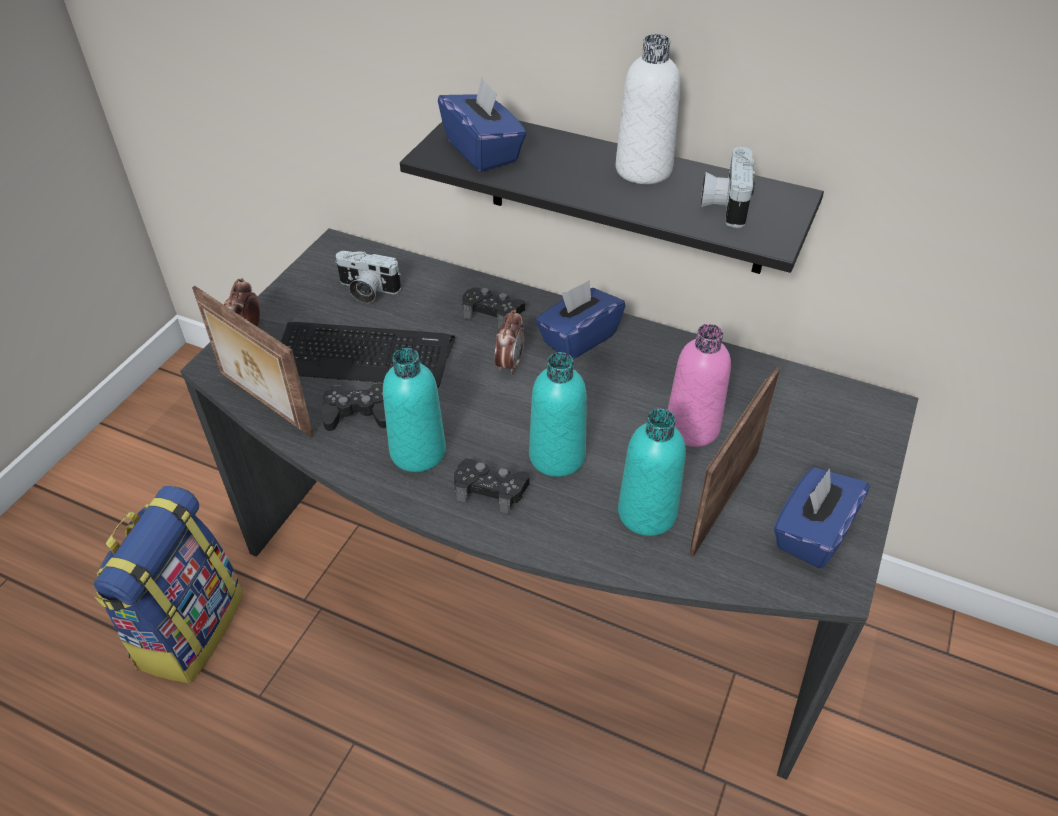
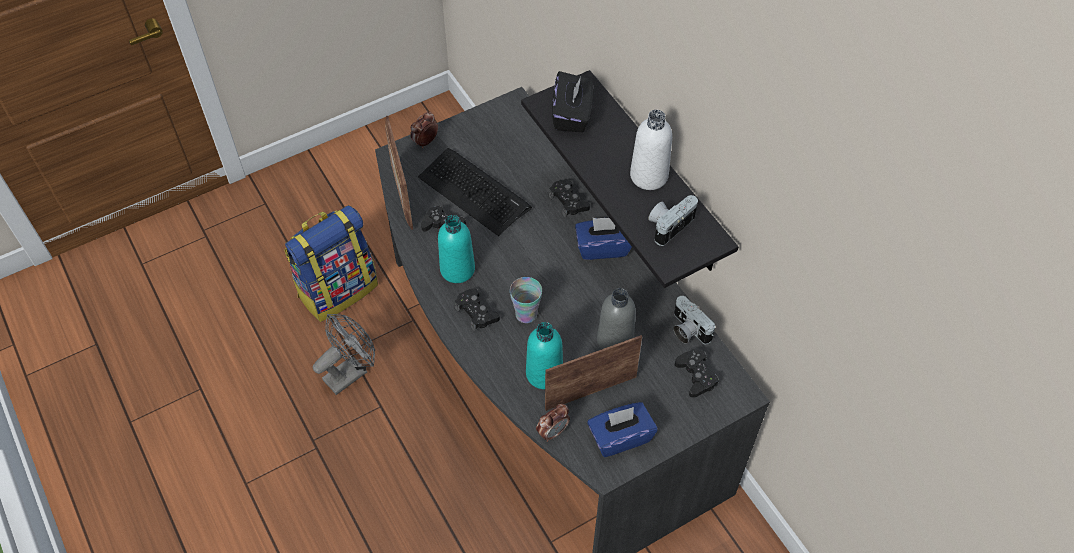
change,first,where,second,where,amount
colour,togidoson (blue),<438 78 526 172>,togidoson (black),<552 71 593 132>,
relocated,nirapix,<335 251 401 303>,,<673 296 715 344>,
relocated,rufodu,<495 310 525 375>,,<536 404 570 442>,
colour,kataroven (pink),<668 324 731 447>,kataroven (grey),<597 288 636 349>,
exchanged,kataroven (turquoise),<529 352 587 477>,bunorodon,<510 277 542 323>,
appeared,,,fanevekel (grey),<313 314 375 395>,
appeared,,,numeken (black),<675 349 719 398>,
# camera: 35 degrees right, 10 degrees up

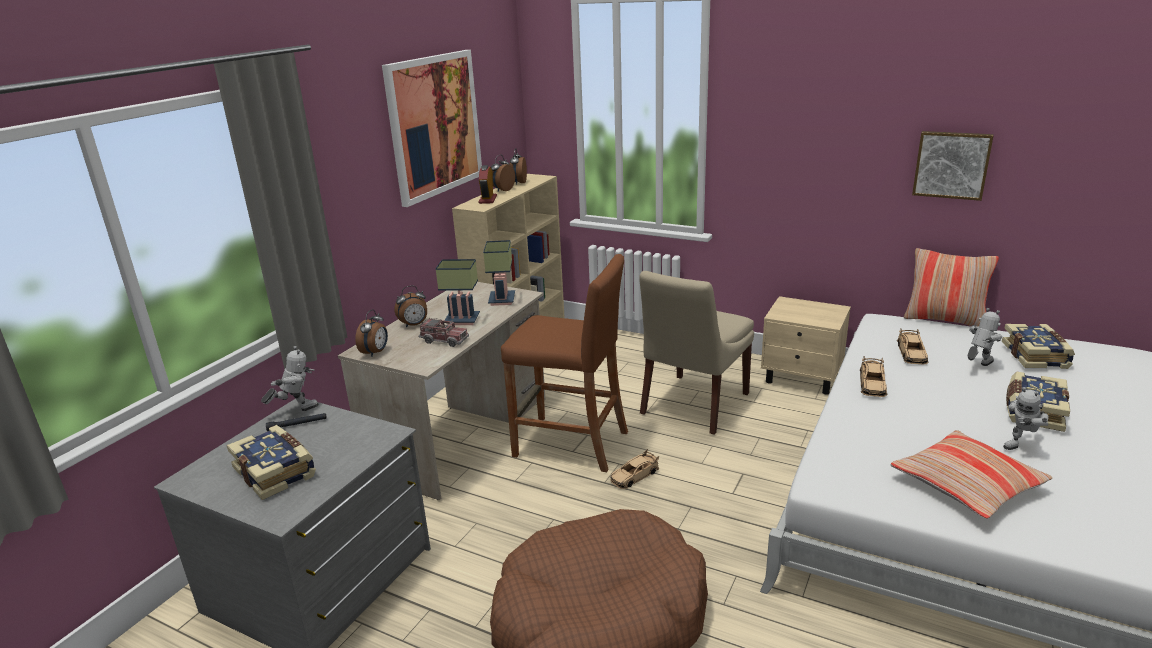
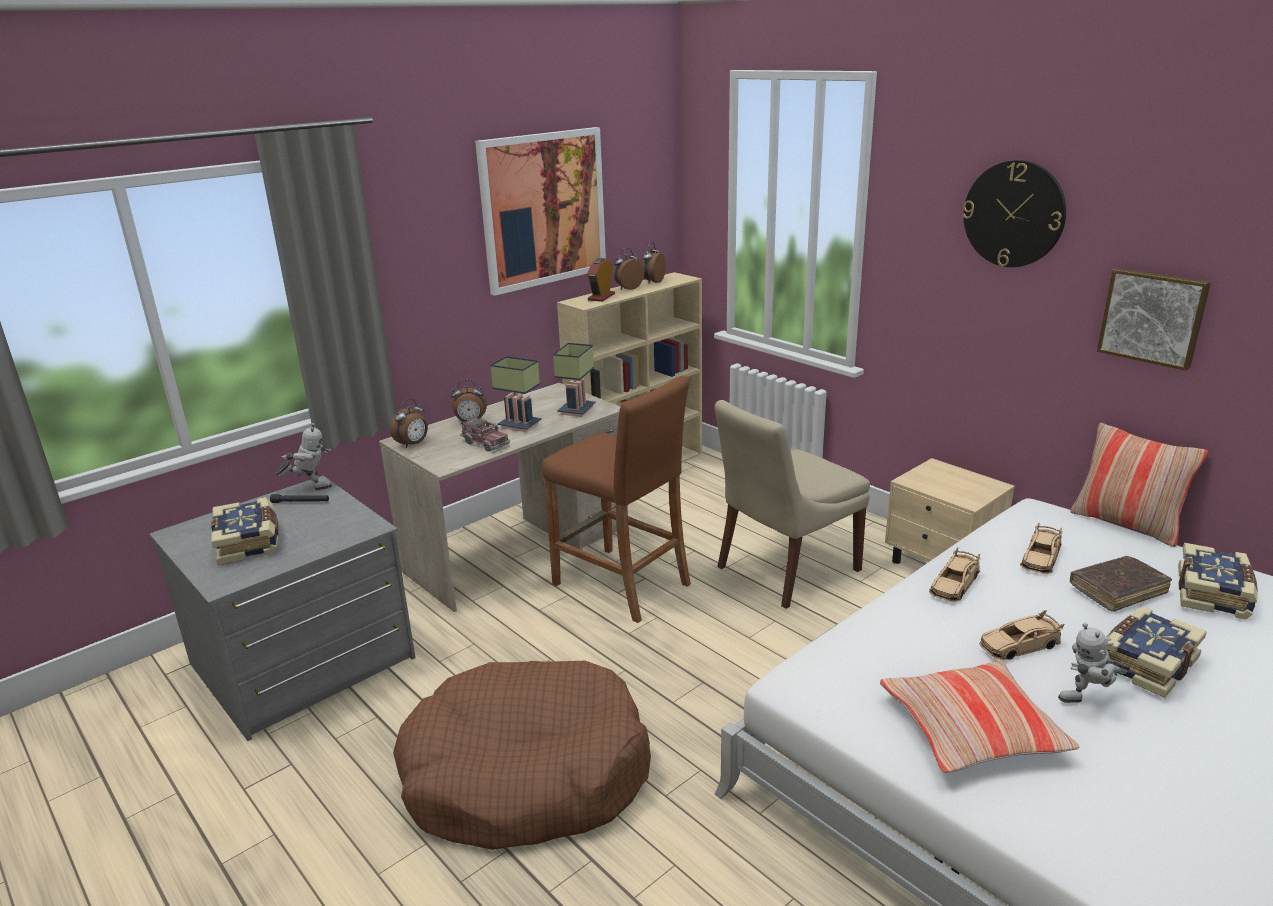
change,first,where,second,where,amount
exchanged,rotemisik,<968 308 1002 366>,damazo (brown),<1070 556 1172 612>,
relocated,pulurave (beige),<610 449 659 489>,,<980 610 1064 660>,
appeared,,,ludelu,<962 160 1066 267>,
# camera: 20 degrees right, 0 degrees up

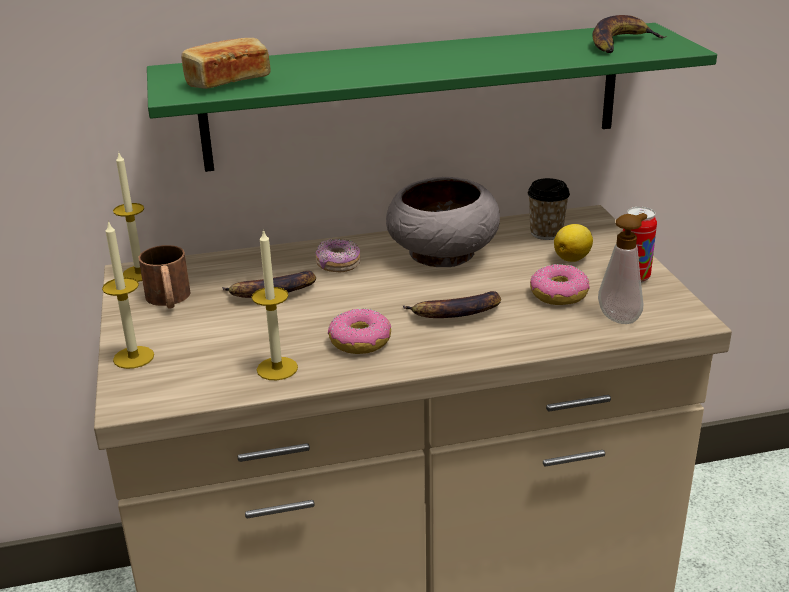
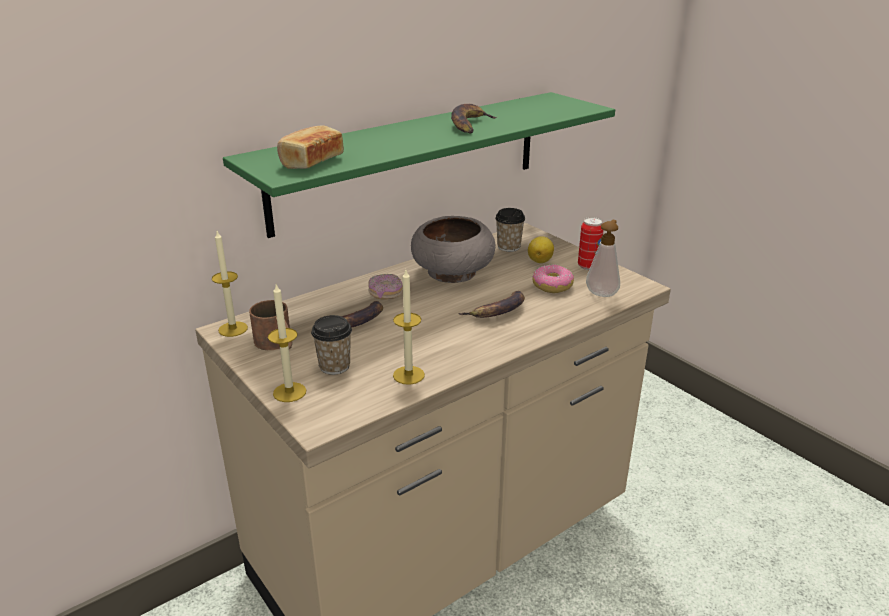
change,first,where,second,where,amount
relocated,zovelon,<593 15 666 53>,,<451 104 497 133>,
missing,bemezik,<328 308 391 354>,,,
appeared,,,bunorodon,<311 315 352 375>,
# camera: 25 degrees left, 0 degrees up

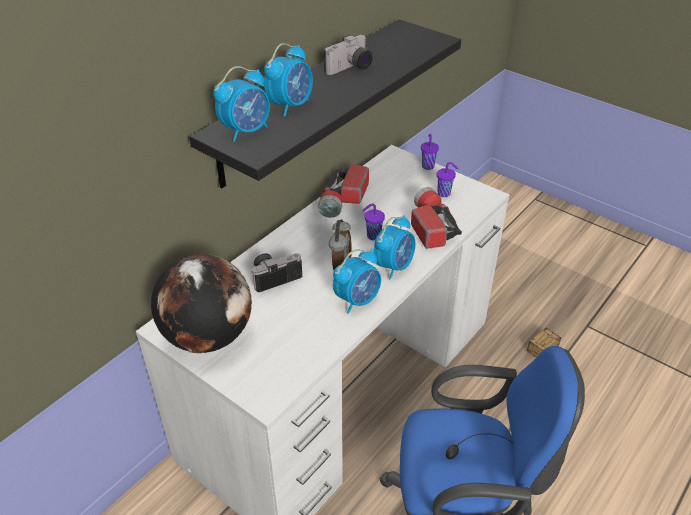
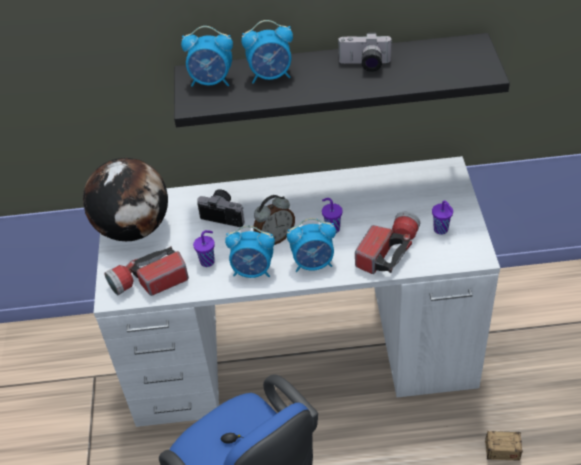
change,first,where,second,where,amount
relocated,bunorodon (purple),<421 134 439 170>,,<193 230 215 267>,
relocated,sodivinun,<318 164 369 218>,,<104 246 189 296>,
# camera: 50 degrees right, 5 degrees up

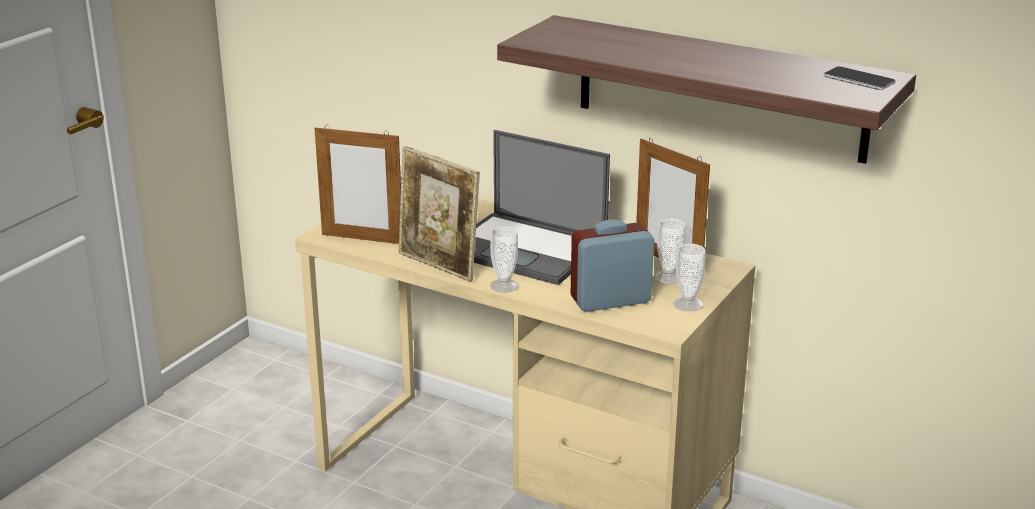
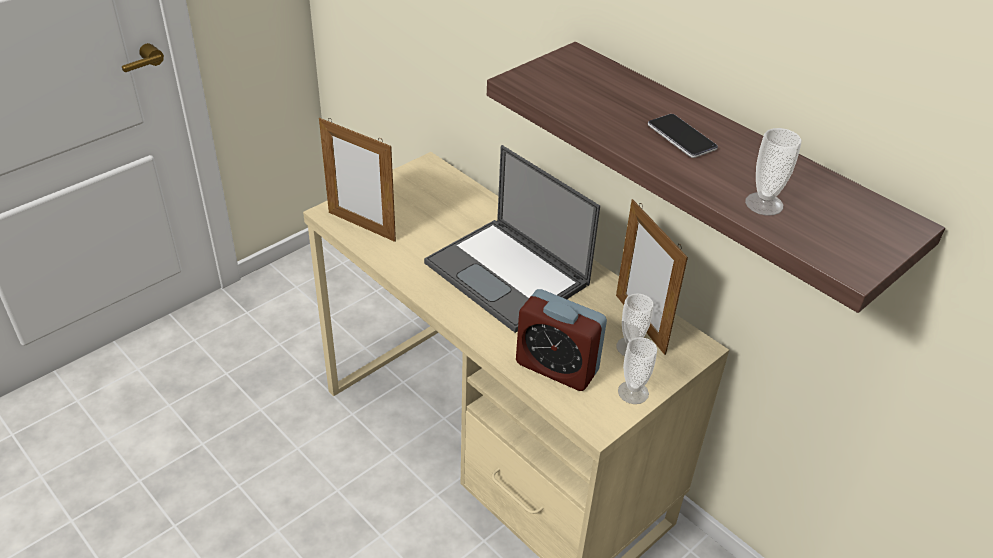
change,first,where,second,where,amount
relocated,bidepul,<824 66 895 90>,,<648 114 718 158>,
missing,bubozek,<399 146 480 282>,,,
spun,rufodu,<570 220 654 312>,,<516 289 607 391>,150 degrees counterclockwise
relocated,bunorodon,<490 227 519 292>,,<745 128 801 216>,
# camera: 15 degrees right, 15 degrees up

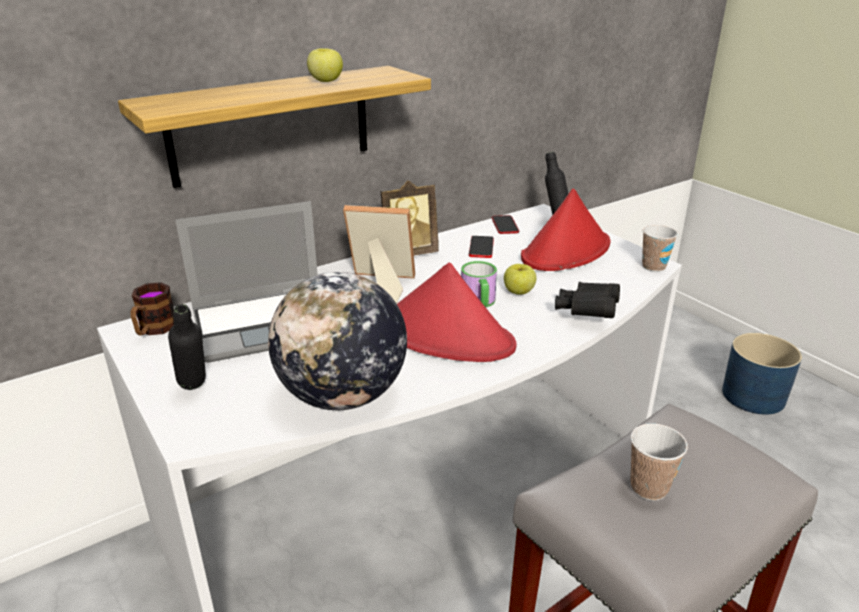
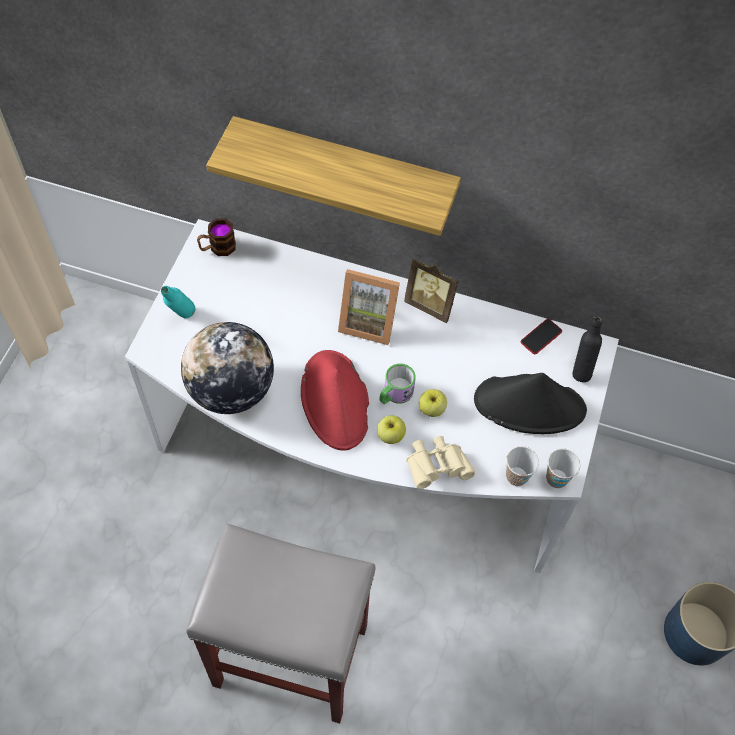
change,first,where,second,where,amount
relocated,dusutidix,<307 48 343 82>,,<377 416 406 444>,
colour,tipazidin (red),<521 189 610 271>,tipazidin (black),<474 373 587 434>,
missing,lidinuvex,<175 201 318 363>,,,
spun,bubozek,<343 205 415 304>,,<338 269 400 345>,135 degrees clockwise
missing,bidepul,<469 236 494 258>,,,
colour,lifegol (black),<555 282 620 318>,lifegol (beige),<406 436 475 489>,
colour,kataroven (black),<168 304 206 390>,kataroven (turquoise),<161 286 195 318>,
relocated,bunorodon,<631 423 688 501>,,<506 446 539 486>,
# camera: 50 degrees right, 30 degrees up

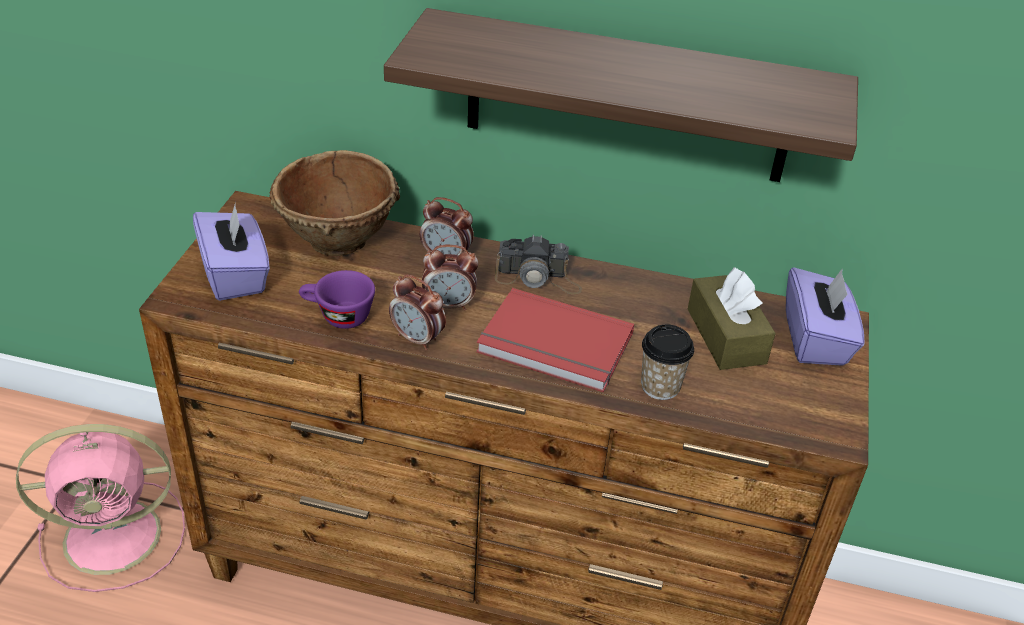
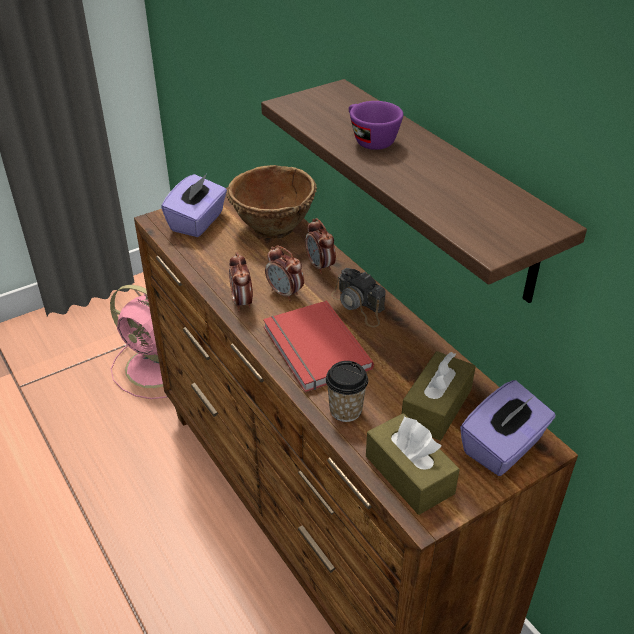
change,first,where,second,where,amount
relocated,bunorodon (purple),<299 270 375 329>,,<349 101 403 150>,
appeared,,,togidoson (brown),<366 413 460 515>,
# camera: 45 degrees right, 0 degrees up

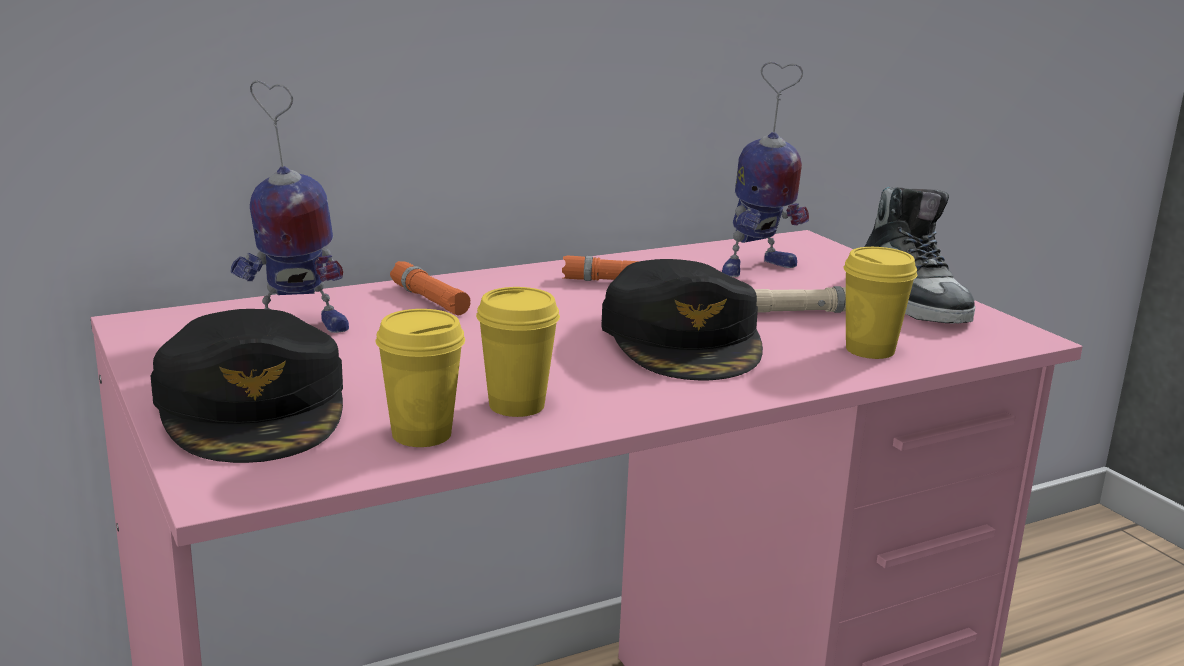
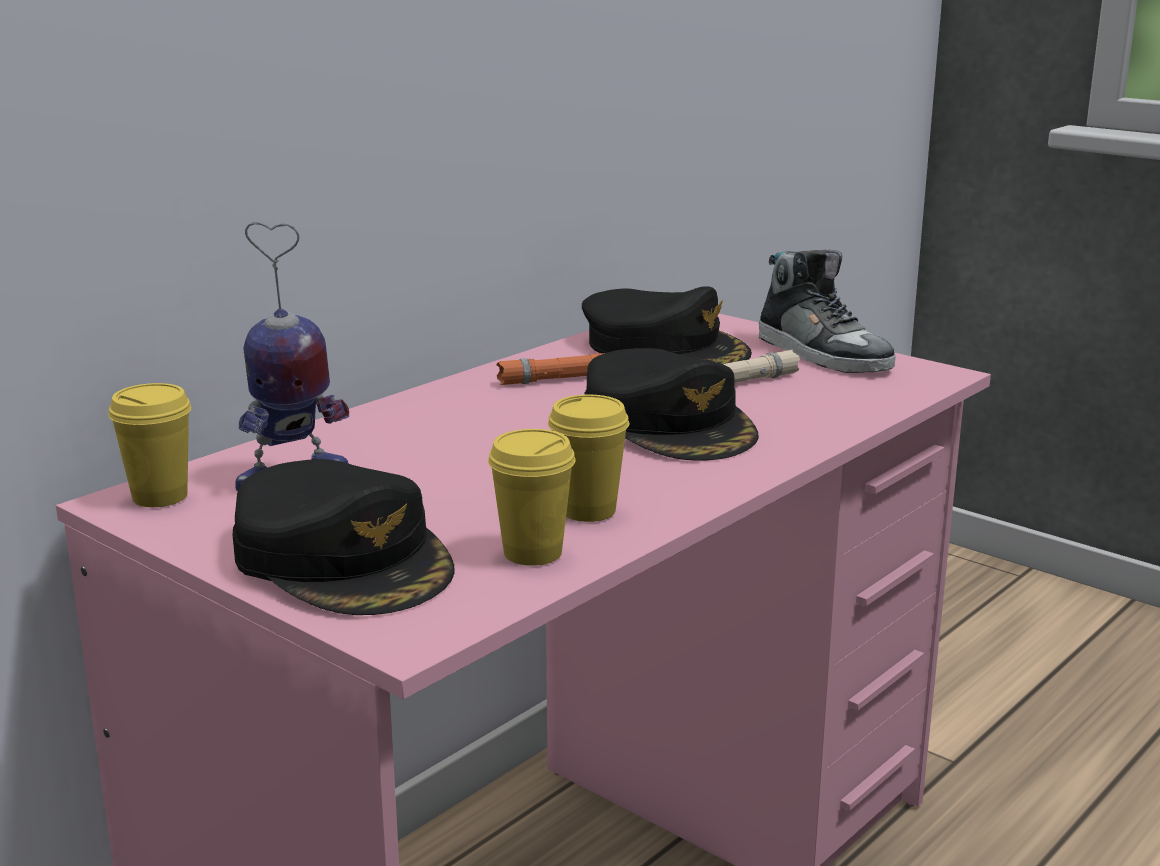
change,first,where,second,where,amount
exchanged,rotemisik,<722 62 809 277>,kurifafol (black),<582 286 752 364>,
relocated,bunorodon (yellow),<843 247 917 359>,,<109 383 191 507>,
missing,sodivinun (orange),<390 261 471 316>,,,
# camera: 20 degrees left, 0 degrees up

